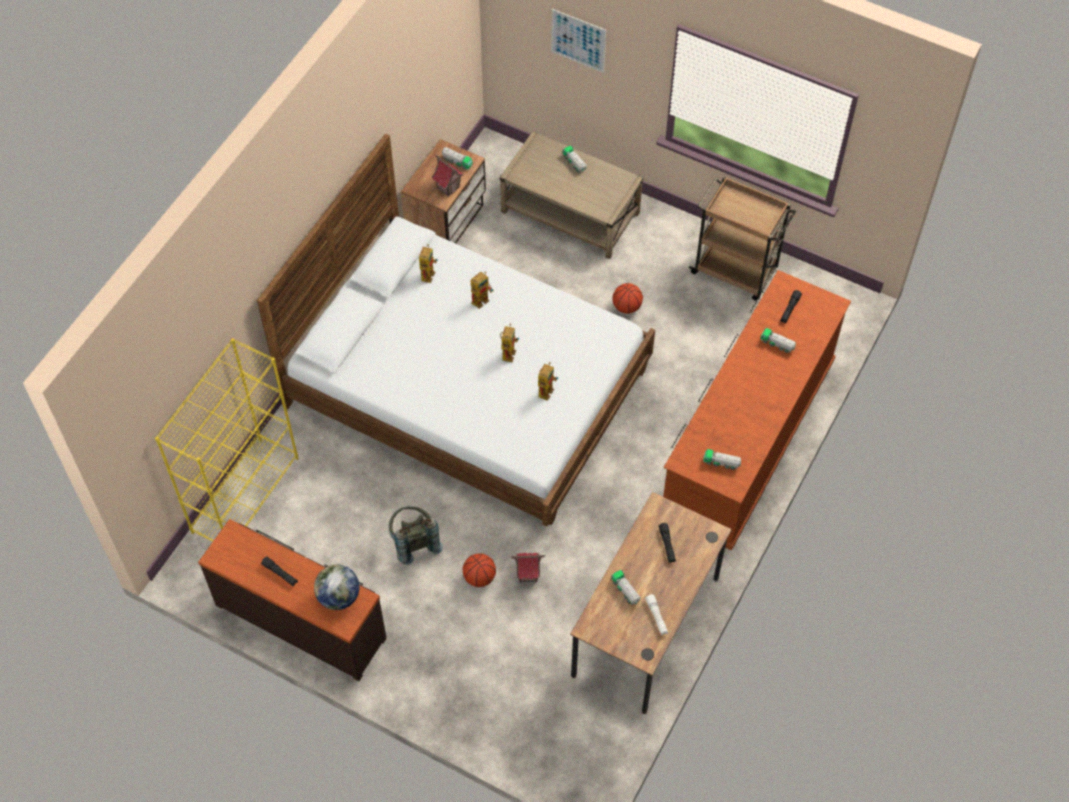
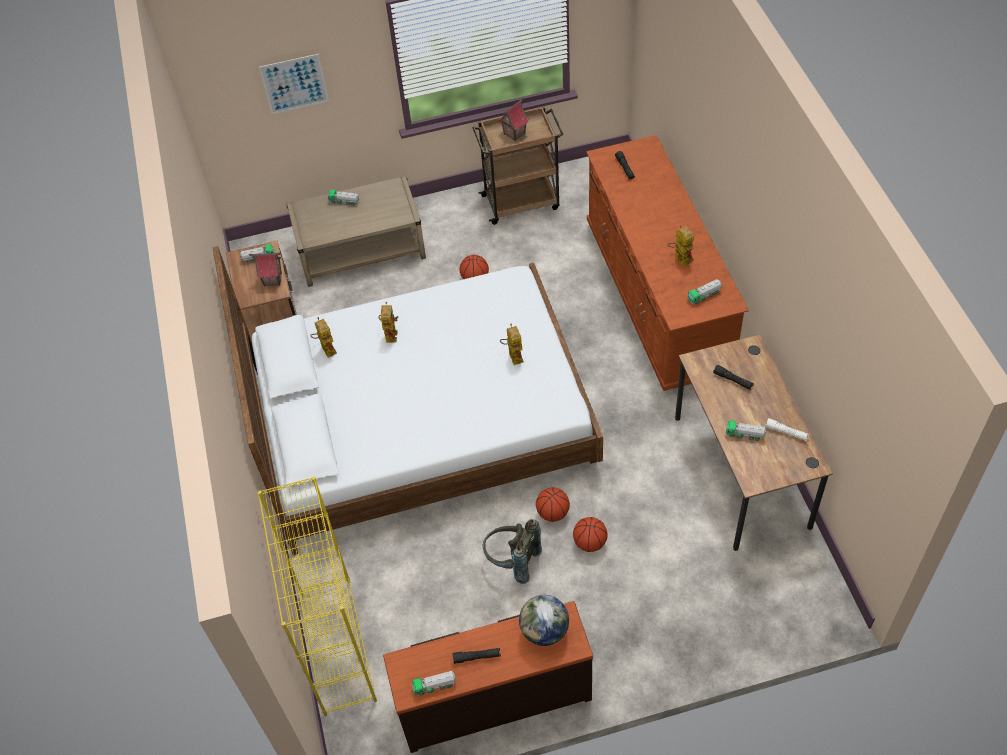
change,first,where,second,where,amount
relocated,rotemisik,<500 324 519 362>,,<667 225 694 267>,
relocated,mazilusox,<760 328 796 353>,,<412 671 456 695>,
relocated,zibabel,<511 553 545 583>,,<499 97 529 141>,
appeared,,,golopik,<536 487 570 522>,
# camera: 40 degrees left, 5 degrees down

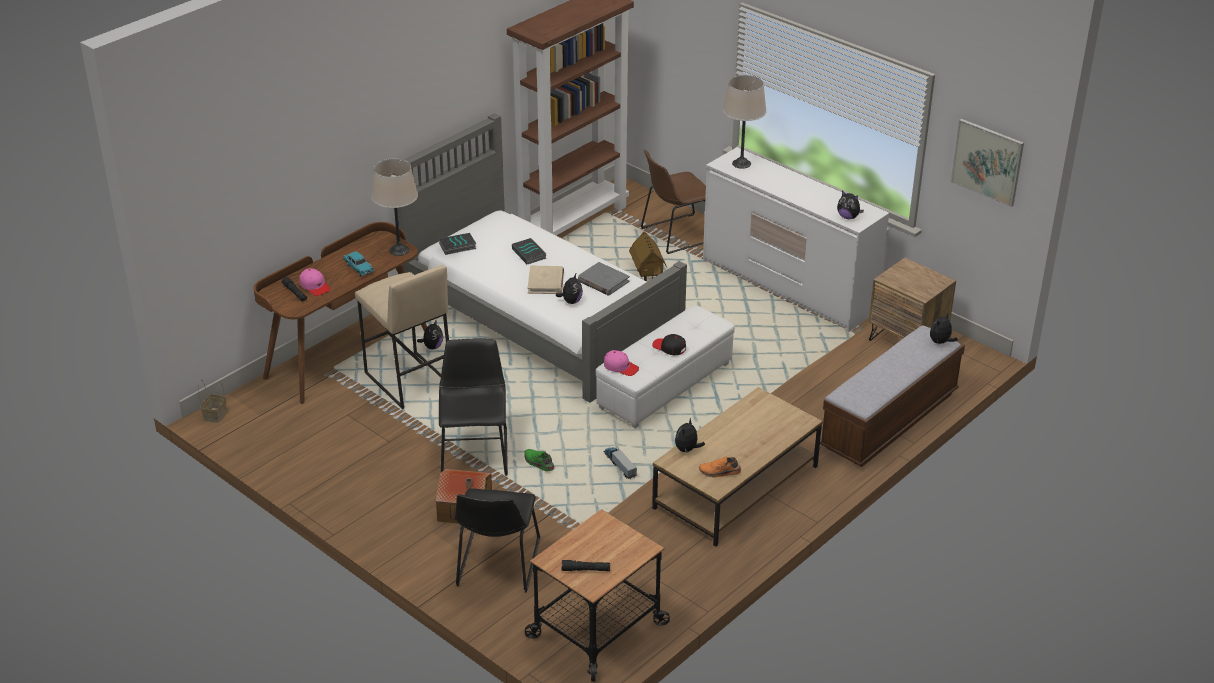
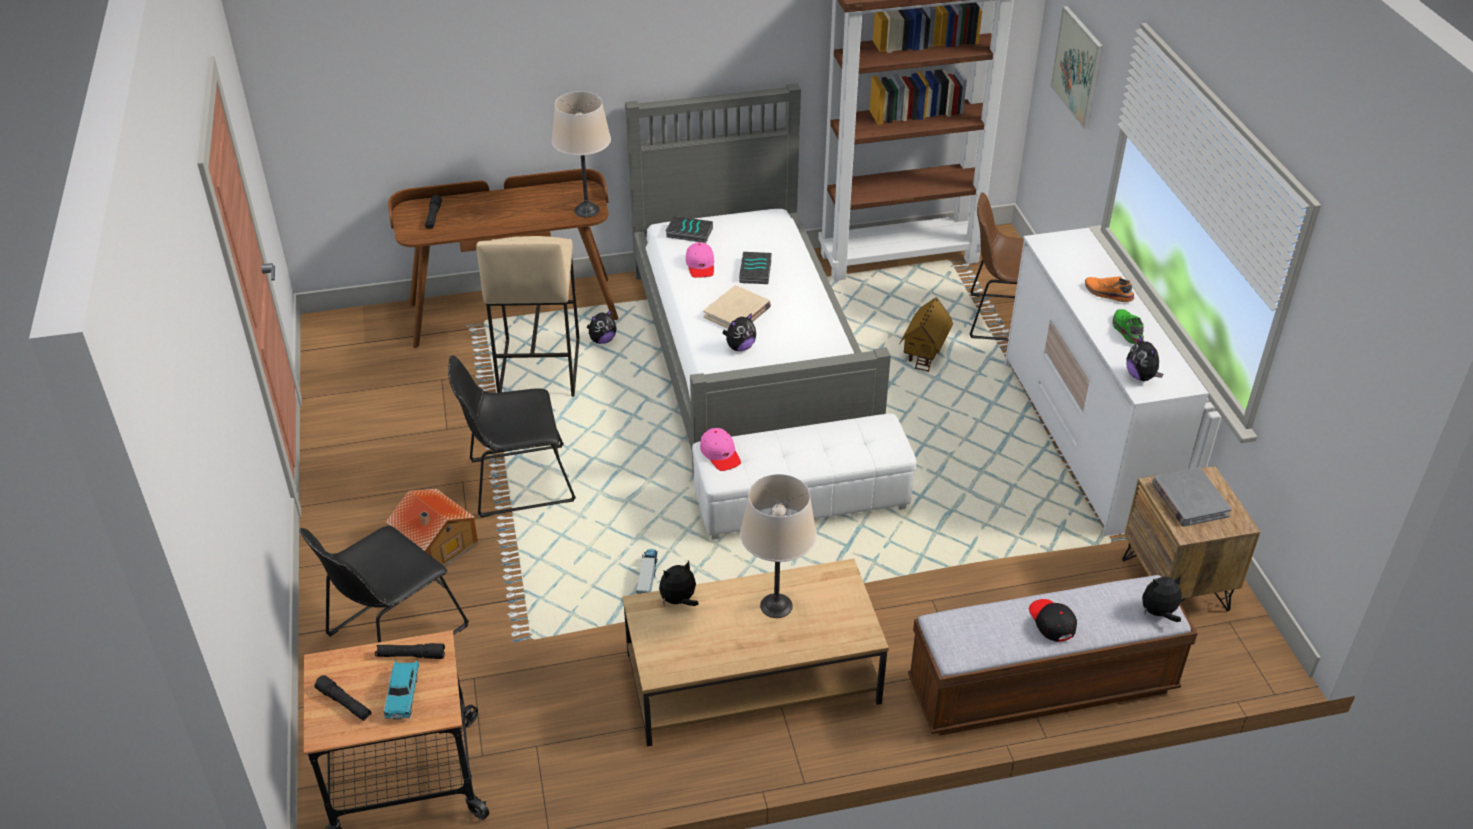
change,first,where,second,where,amount
relocated,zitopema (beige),<723 75 767 169>,,<740 474 817 618>,
relocated,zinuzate,<950 119 1024 207>,,<1050 6 1103 129>,
relocated,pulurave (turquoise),<343 251 374 276>,,<384 660 419 719>,
relocated,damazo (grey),<578 262 630 296>,,<1152 467 1232 527>,
relocated,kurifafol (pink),<300 268 331 296>,,<686 242 714 278>,
relocated,kurifafol (black),<652 334 686 355>,,<1029 599 1077 642>,
spun,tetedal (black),<439 339 508 476>,,<448 355 576 517>,135 degrees counterclockwise
missing,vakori,<198 379 227 423>,,,
relocated,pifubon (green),<524 449 554 471>,,<1112 309 1144 344>,
relocated,pifubon (orange),<699 456 741 478>,,<1085 277 1134 302>,
appeared,,,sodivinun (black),<375 643 445 659>,
# camera: 35 degrees right, 5 degrees up

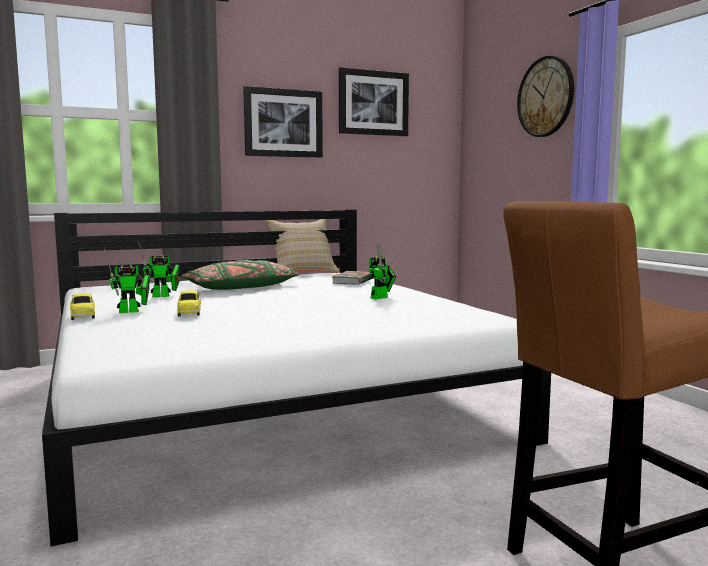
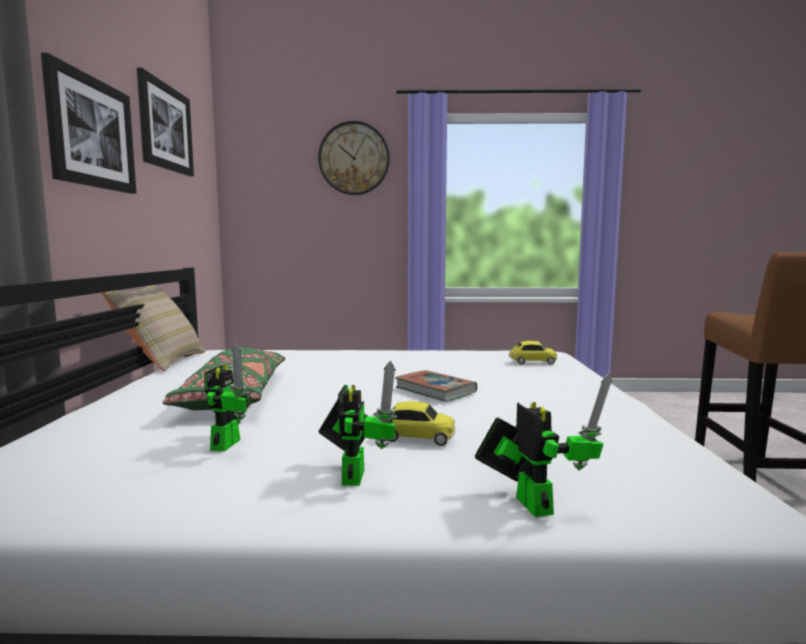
change,first,where,second,where,amount
relocated,rotemisik,<369 243 396 299>,,<475 373 612 517>,
relocated,damazo,<332 271 373 284>,,<395 370 477 402>,
relocated,pulurave,<70 293 95 320>,,<508 341 557 365>,
# camera: 65 degrees left, 0 degrees up

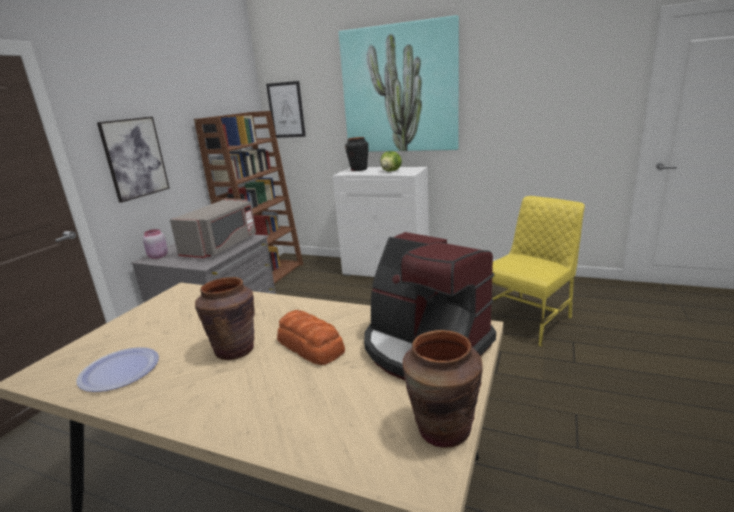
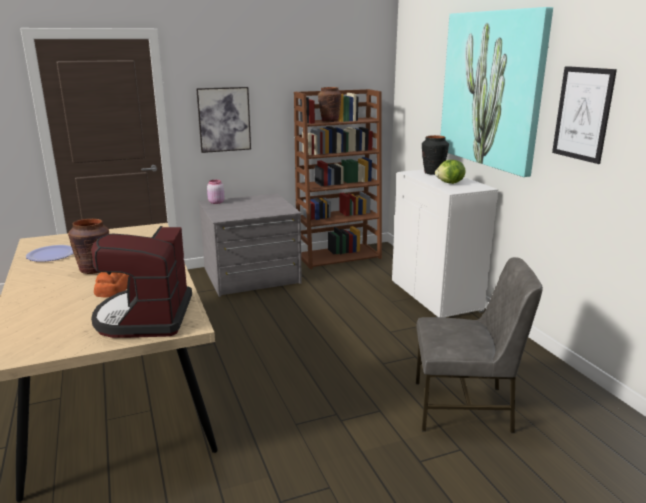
change,first,where,second,where,amount
relocated,zinuzate,<266 81 306 138>,,<552 66 617 164>,
colour,tetedal (yellow),<492 196 585 346>,tetedal (grey),<416 257 543 433>,
missing,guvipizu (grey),<170 199 256 258>,,,
relocated,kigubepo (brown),<403 330 483 448>,,<318 87 342 122>,
# camera: 45 degrees right, 0 degrees up

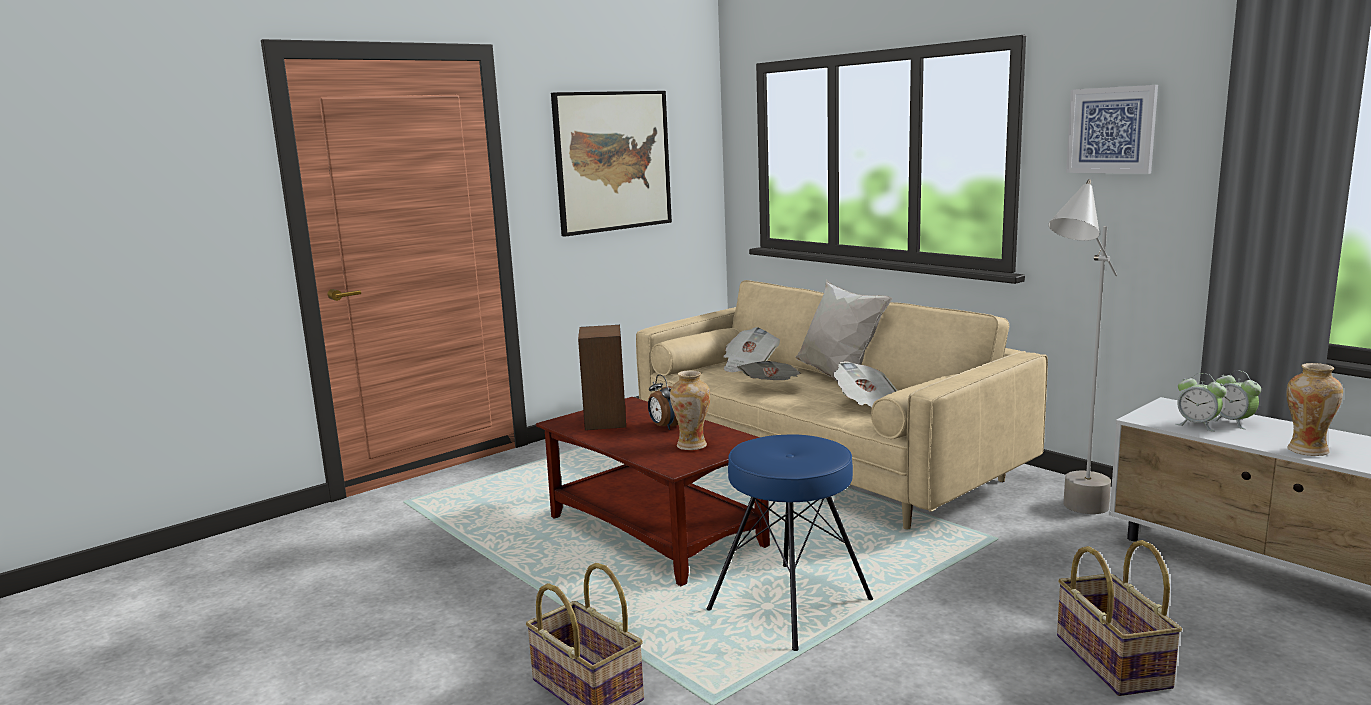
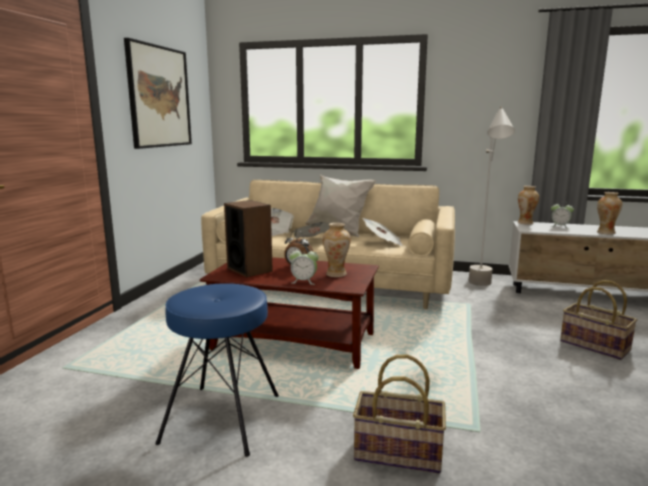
change,first,where,second,where,amount
missing,zinuzate,<1066 85 1158 174>,,,
relocated,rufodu,<1175 373 1227 432>,,<290 246 319 285>,
relocated,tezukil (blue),<707 434 873 651>,,<156 283 279 457>,
appeared,,,kigubepo,<518 186 539 225>,
# camera: 35 degrees left, 0 degrees up

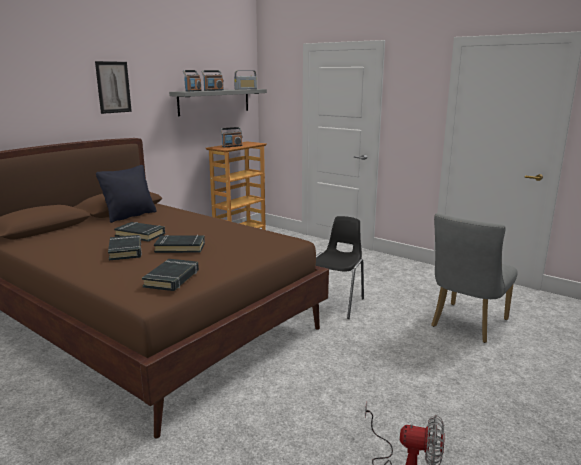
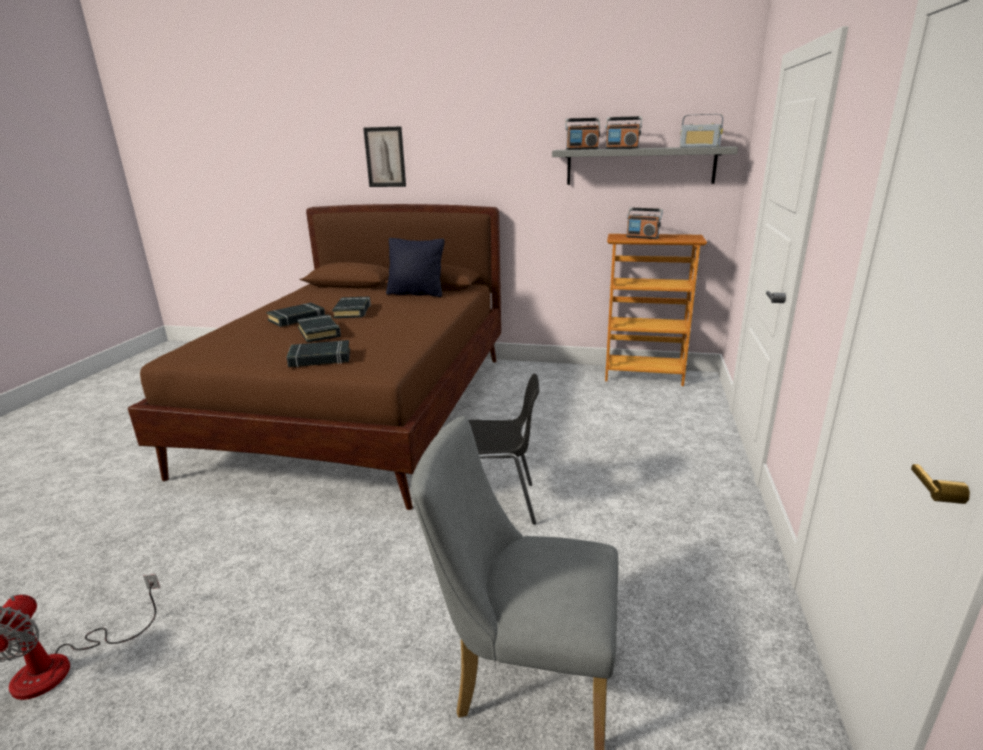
change,first,where,second,where,amount
relocated,zinuzate,<95 61 132 114>,,<363 126 406 187>,
relocated,damazo (black),<142 259 199 291>,,<286 340 350 368>,
# camera: 65 degrees right, 5 degrees up

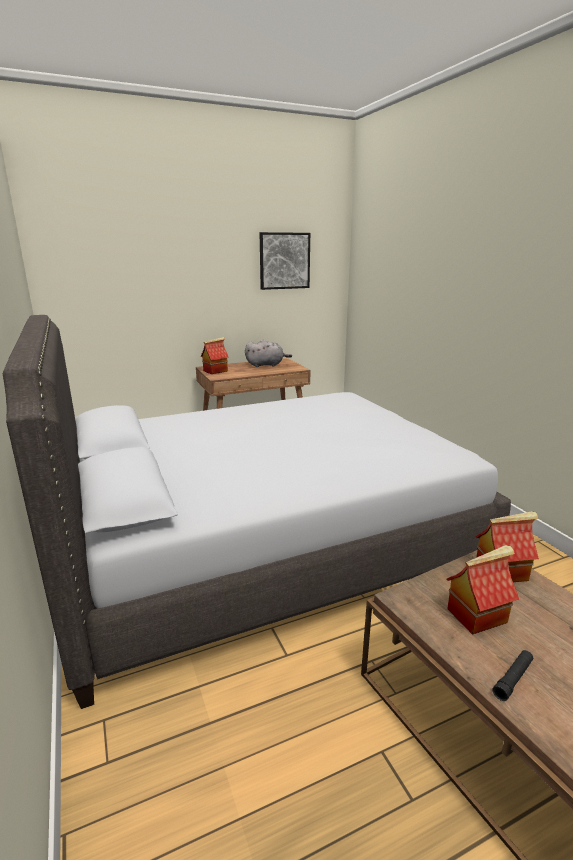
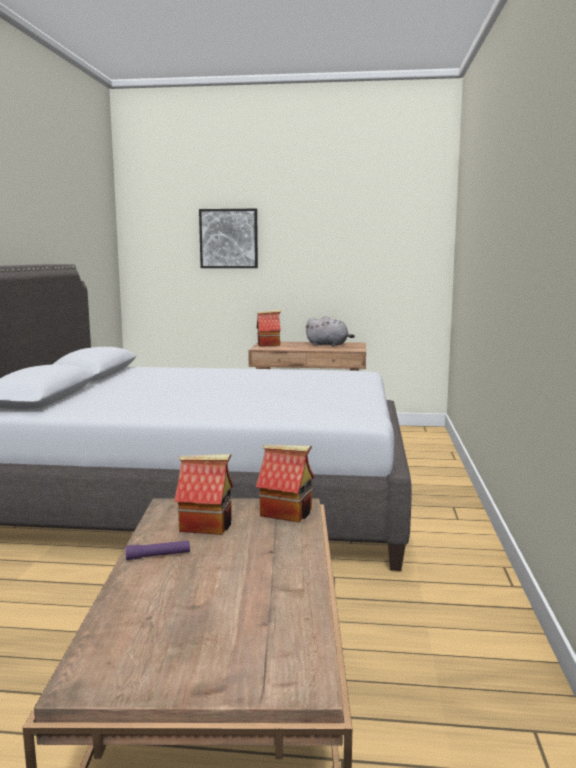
change,first,where,second,where,amount
relocated,zinuzate,<260 232 310 290>,,<199 209 258 268>,
colour,sodivinun (black),<493 650 533 701>,sodivinun (purple),<126 541 190 560>,
# camera: 30 degrees right, 10 degrees down

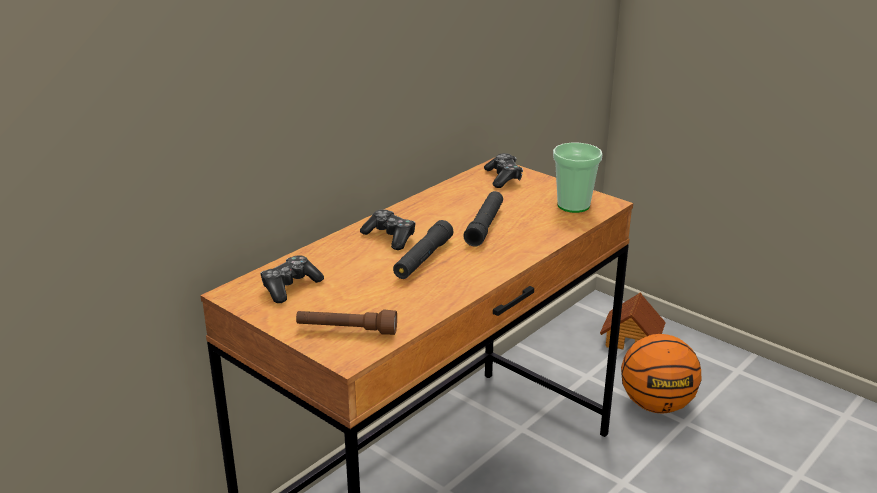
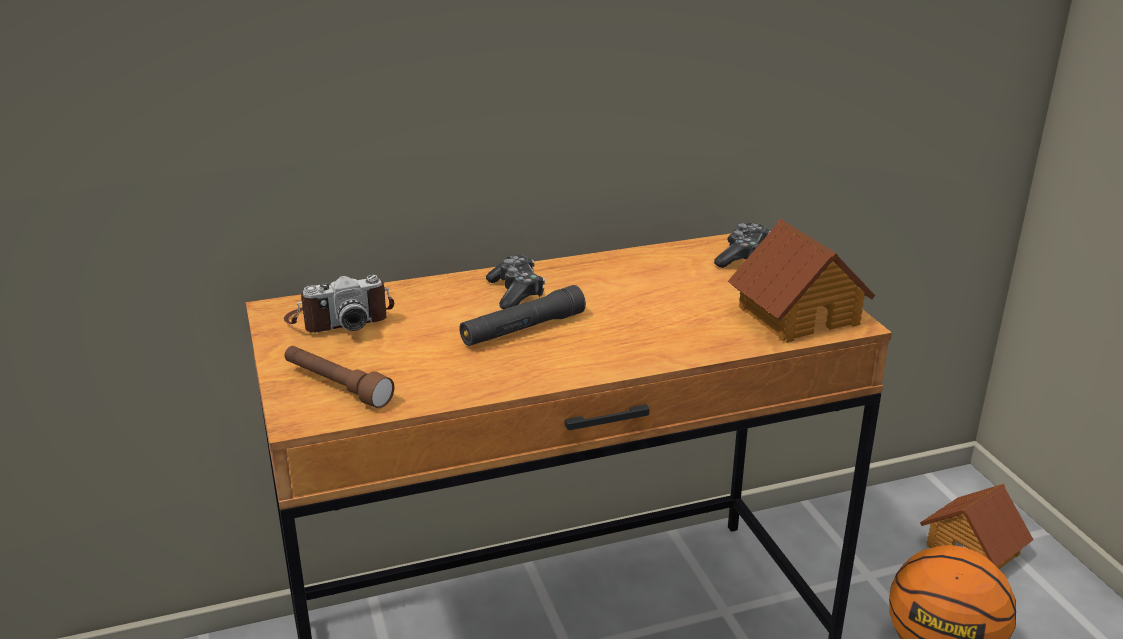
change,first,where,second,where,amount
exchanged,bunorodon,<553 143 603 213>,zibabel,<728 219 875 343>,
missing,sodivinun (black),<463 191 503 247>,,,
exchanged,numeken,<260 255 324 303>,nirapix,<284 275 394 333>,
# camera: 30 degrees right, 0 degrees up

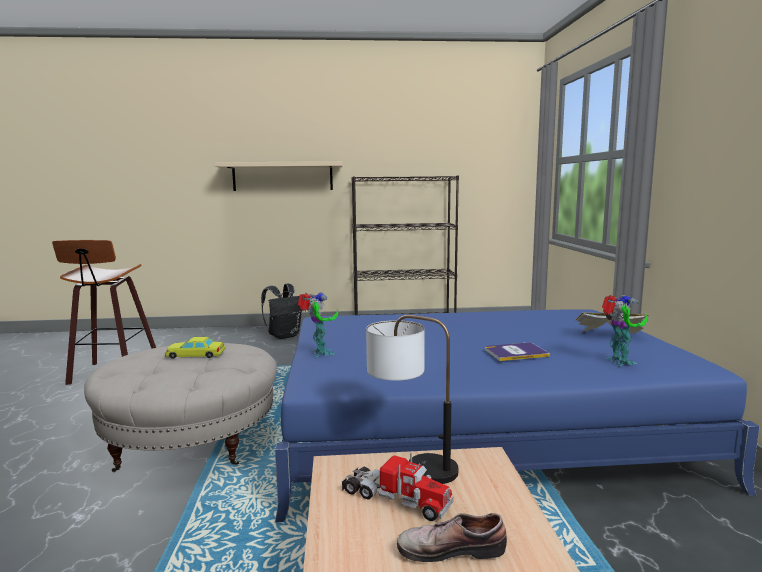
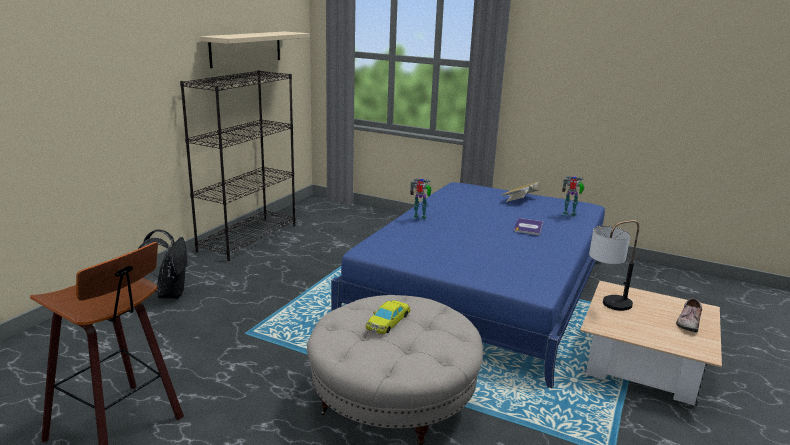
change,first,where,second,where,amount
relocated,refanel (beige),<215 161 342 191>,,<199 31 310 68>,
relocated,rotemisik,<298 292 338 357>,,<410 178 432 220>,
missing,mazilusox,<342 452 454 521>,,,
# camera: 60 degrees left, 10 degrees up

